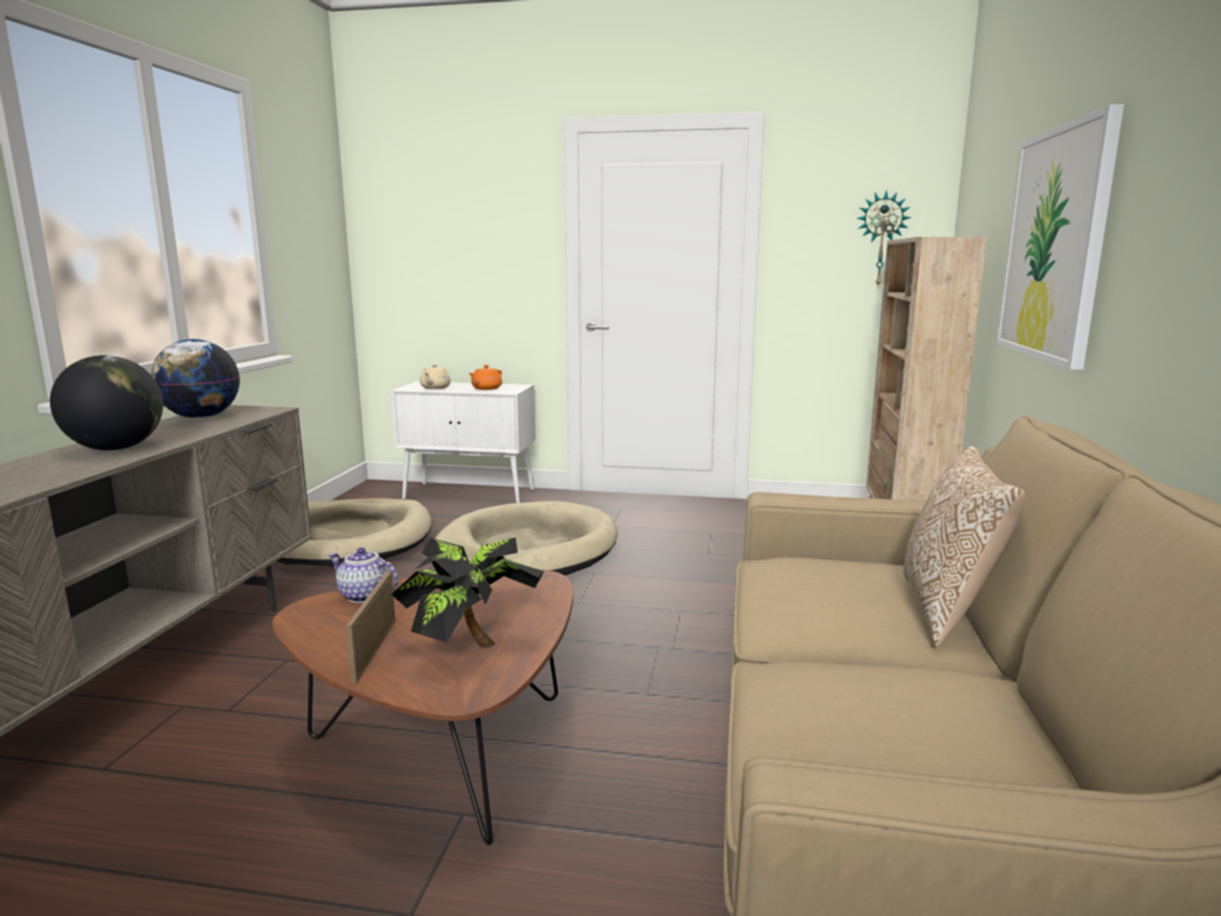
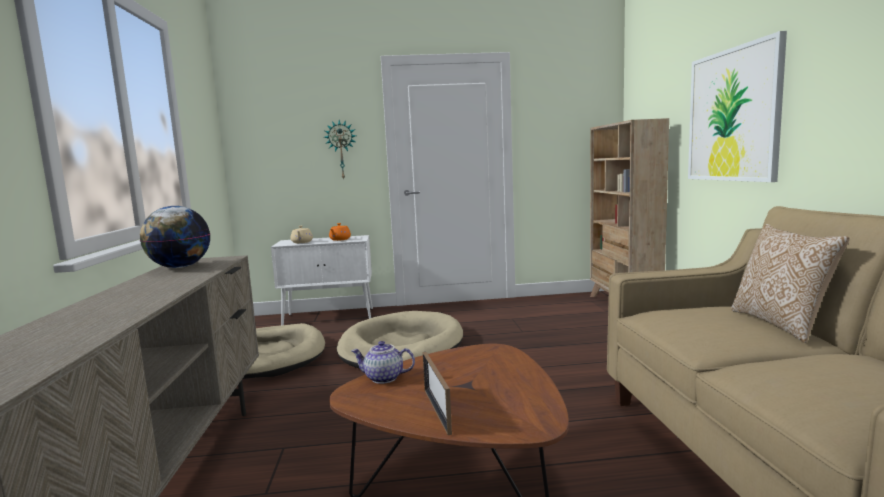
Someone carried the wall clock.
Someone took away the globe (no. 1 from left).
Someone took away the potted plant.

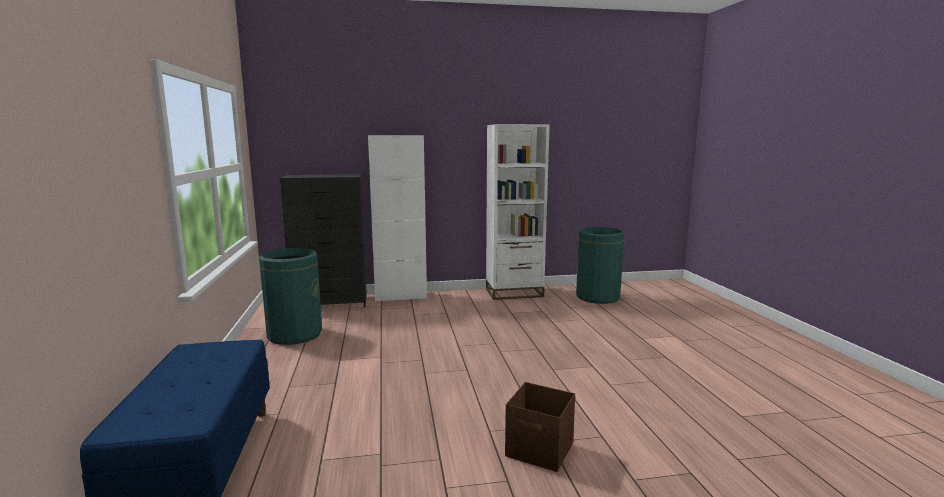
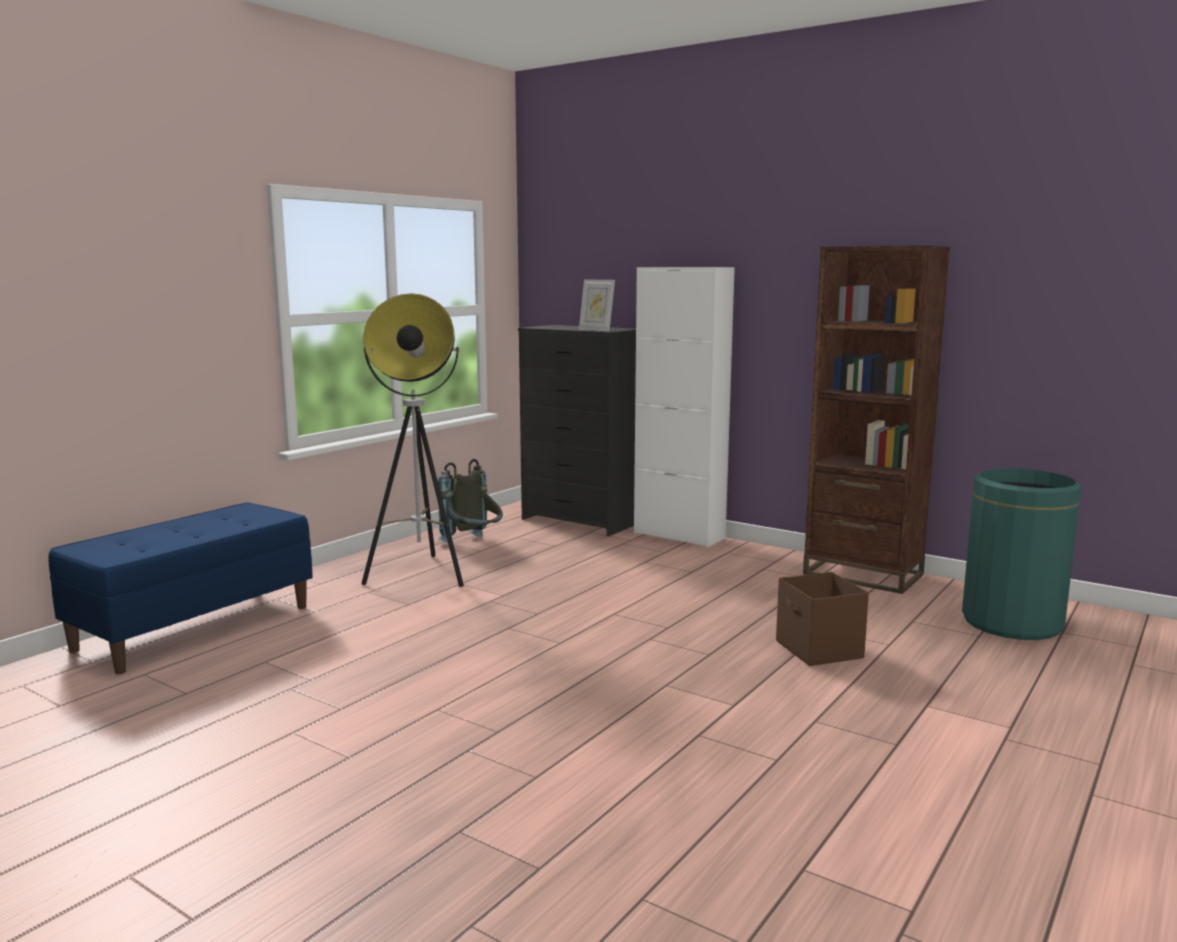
Someone repainted the bookcase in white, which became the bookcase in brown.
Someone swapped the trash can in green (no. 1 from left) for the backpack in grey.
Someone carried the storage box in brown.
Someone put down the picture frame.
Someone put down the floor lamp.

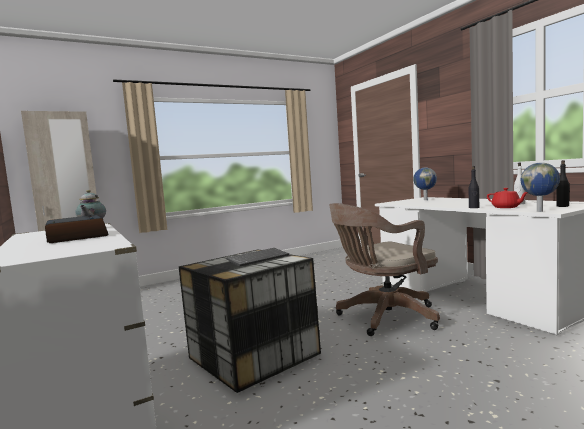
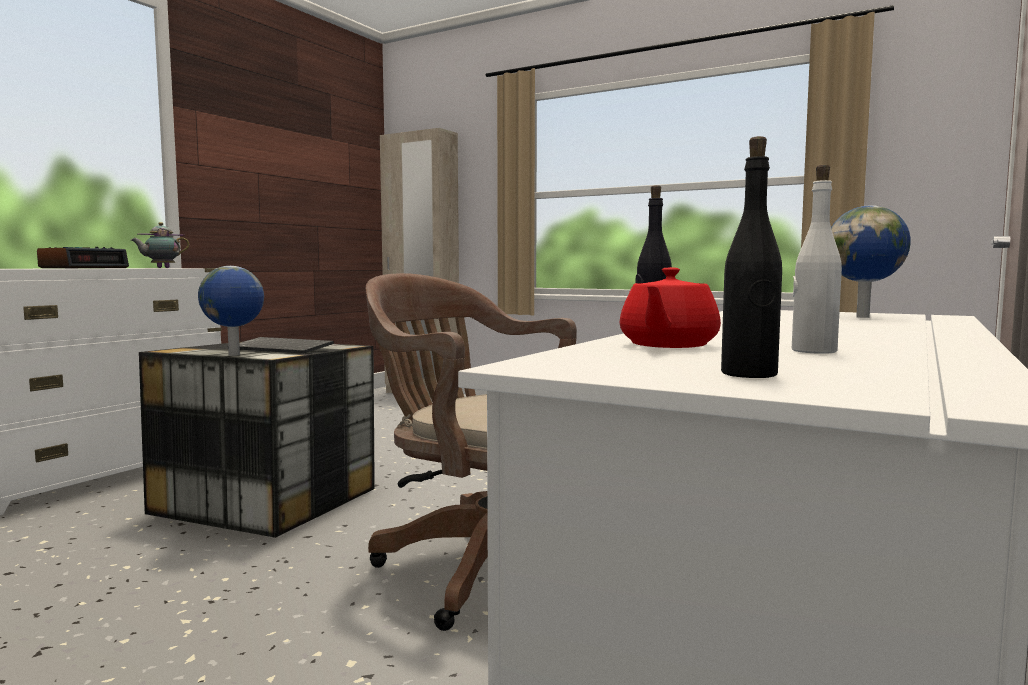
Someone carried the globe (no. 2 from left in the first image).

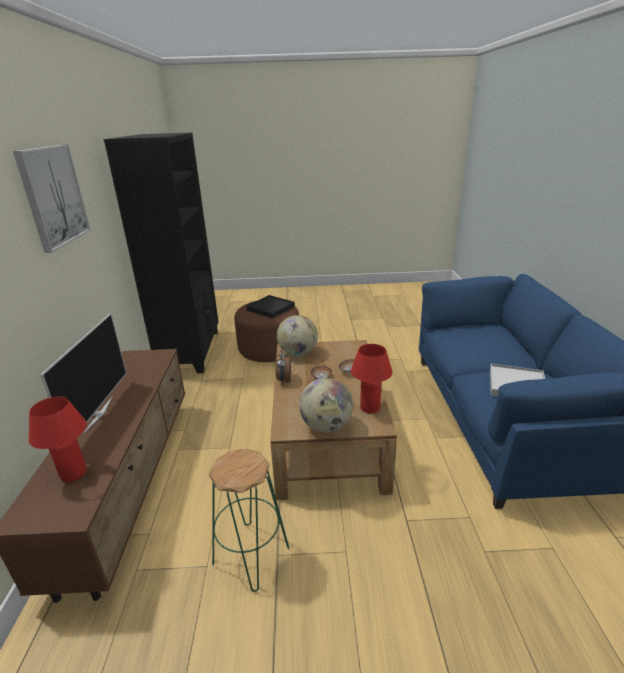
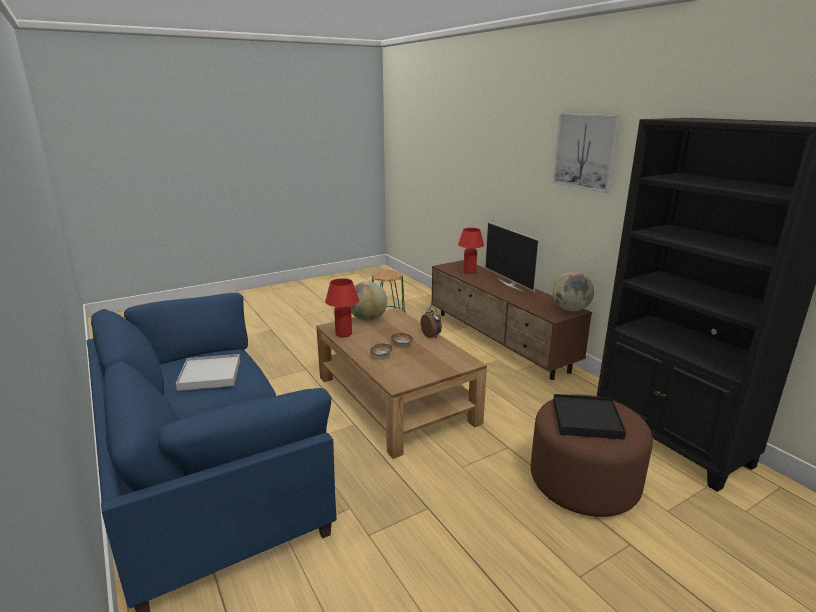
Someone carried the globe (no. 1 from left in the first image).

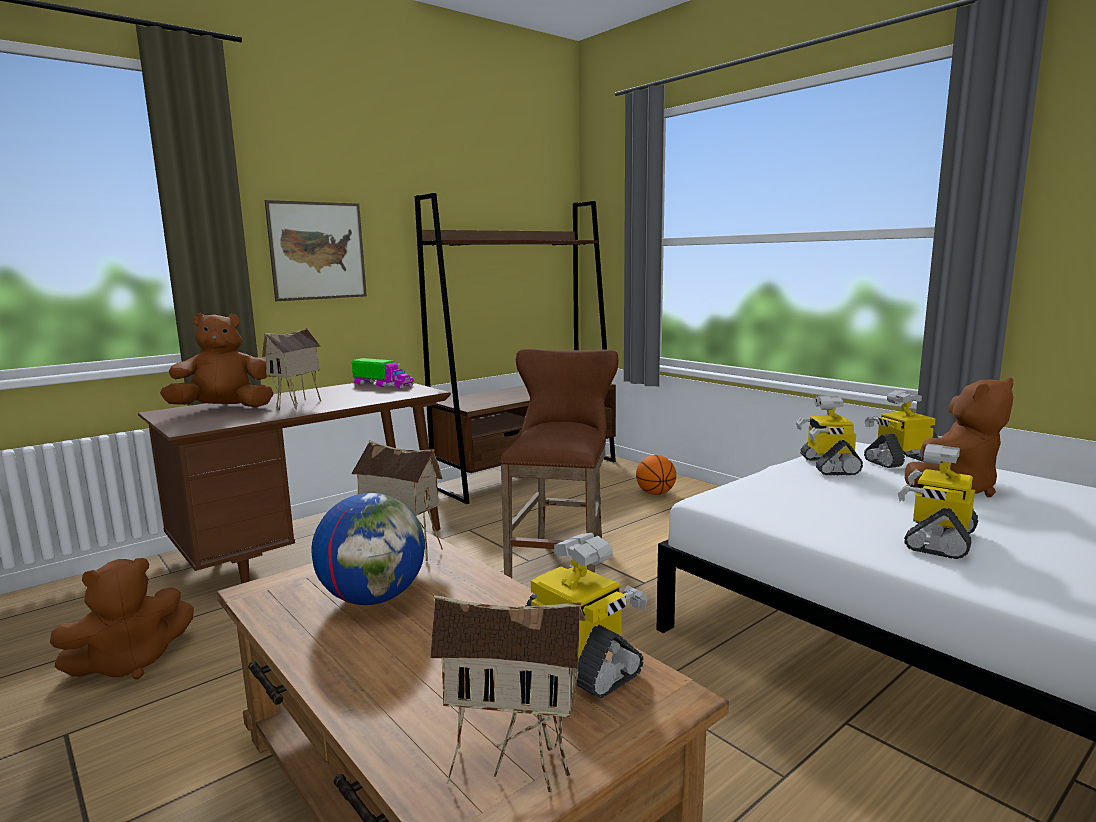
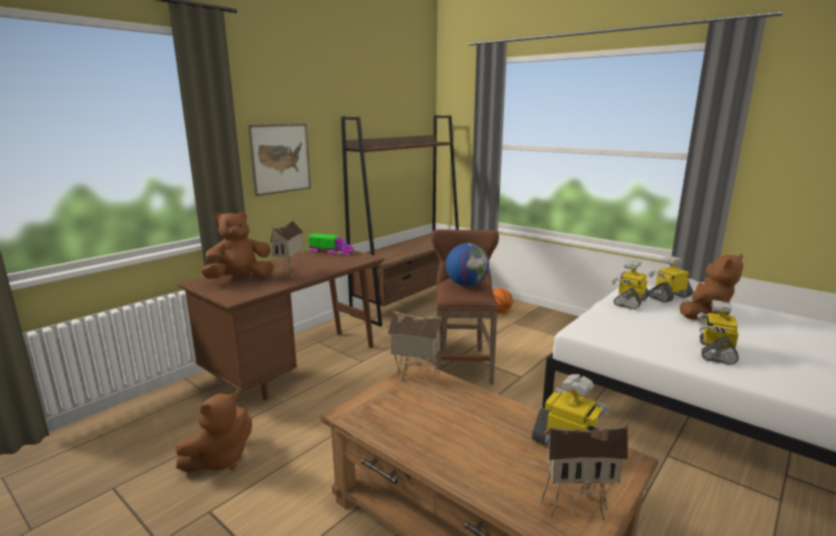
Someone rotated the toy robot (no. 2 from left) by 45 degrees clockwise.
Someone carried the globe.

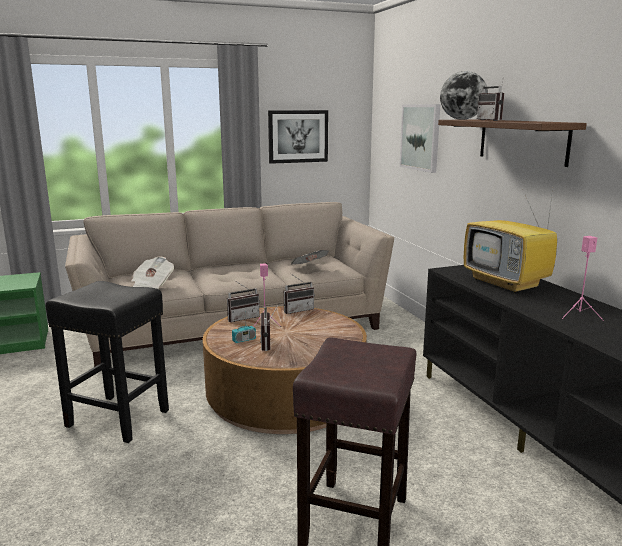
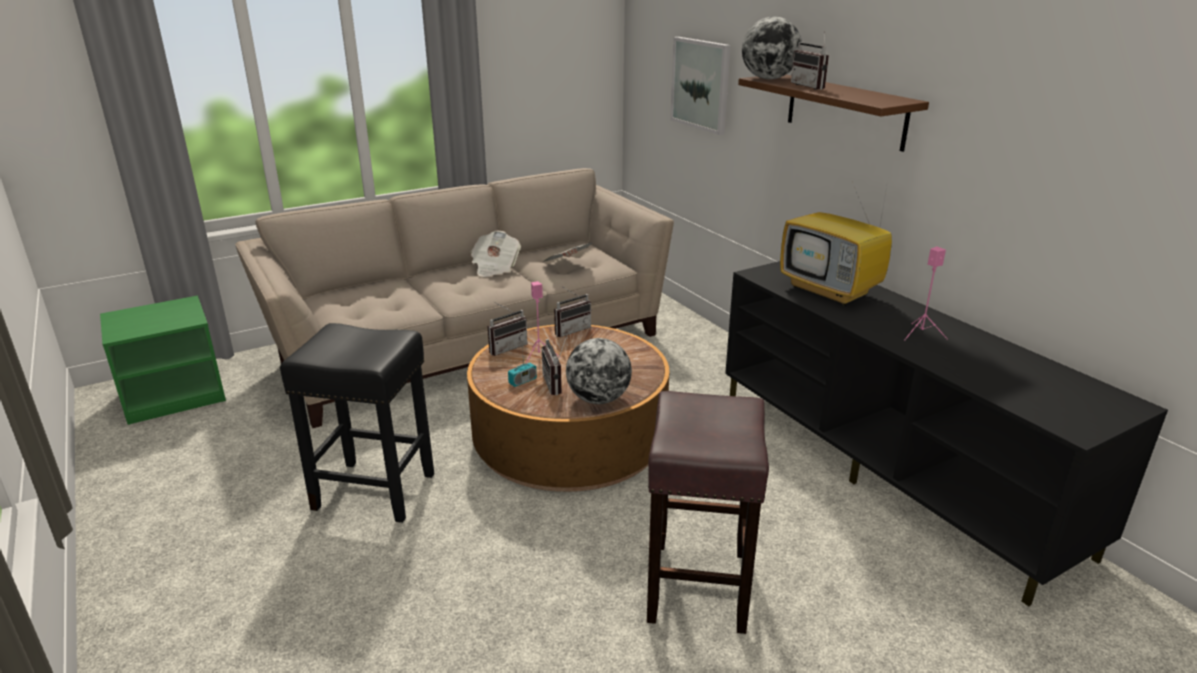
Someone took away the picture (no. 1 from left).
Someone carried the newspaper (no. 1 from left).
Someone put down the globe (no. 1 from left).

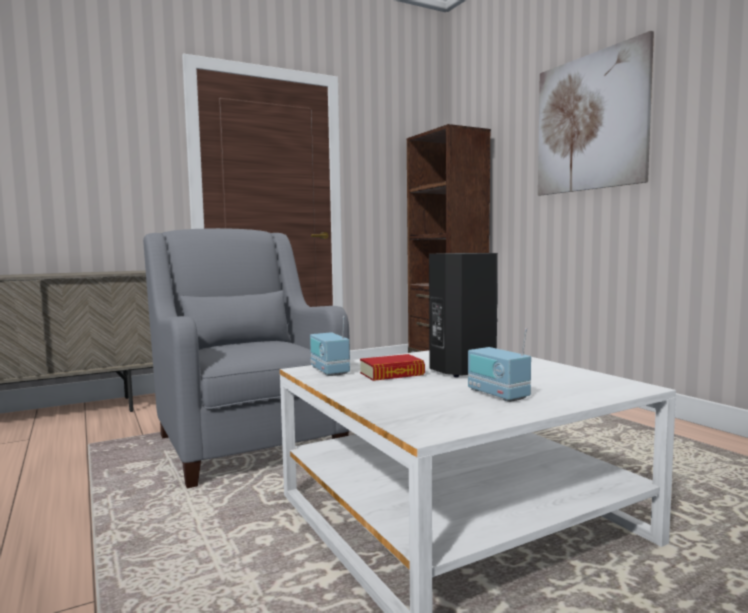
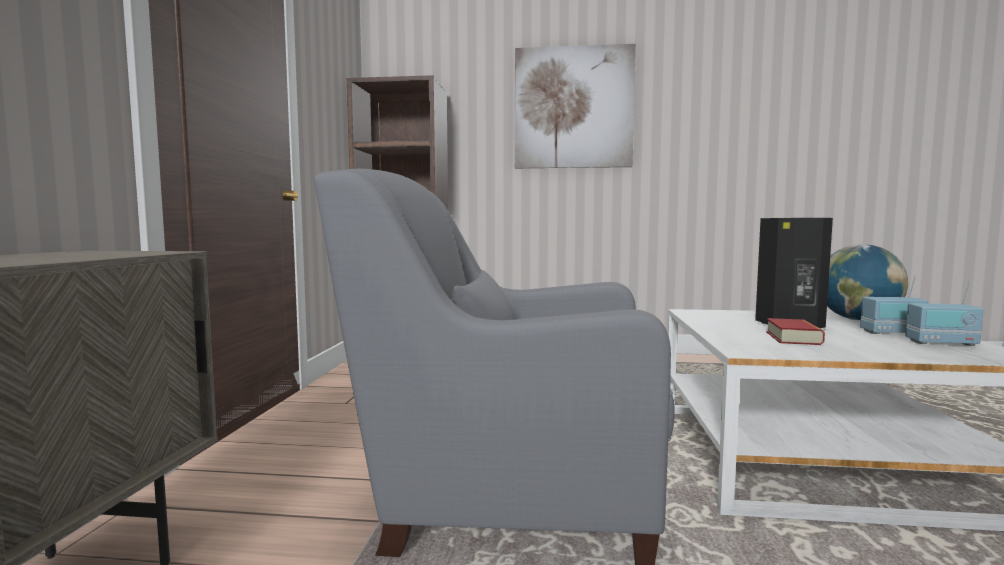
Someone carried the radio (no. 1 from left in the first image).
Someone put down the globe.

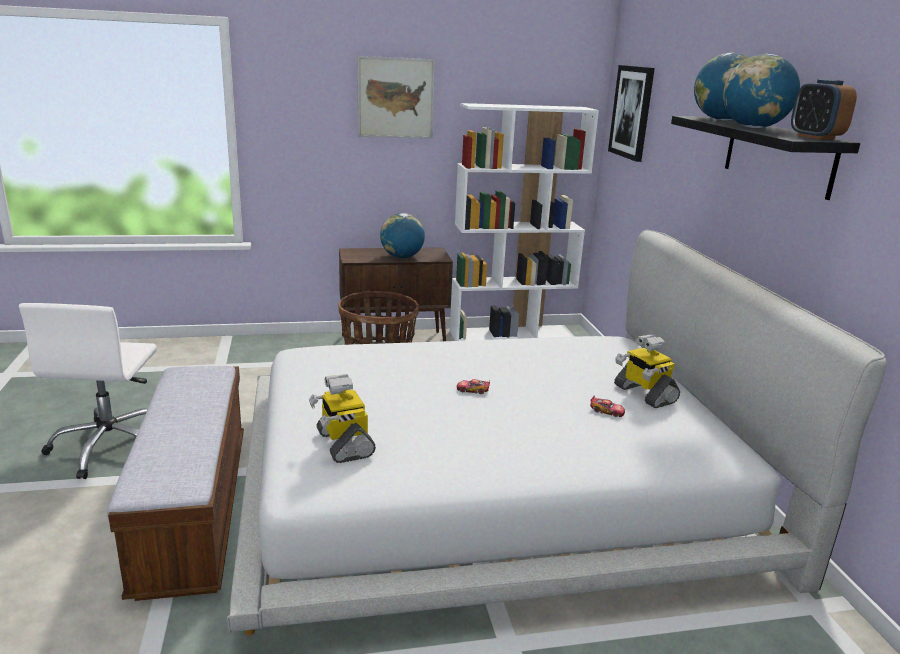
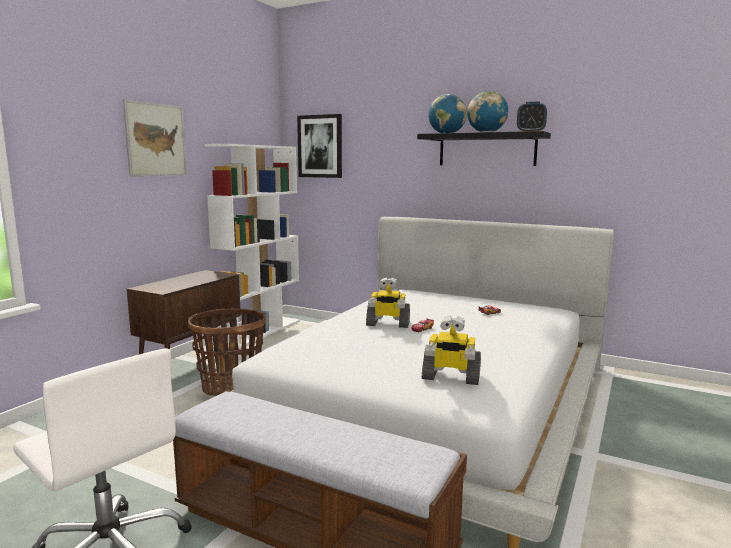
Someone took away the globe (no. 1 from left).
Someone carried the toy robot (no. 2 from left in the first image).

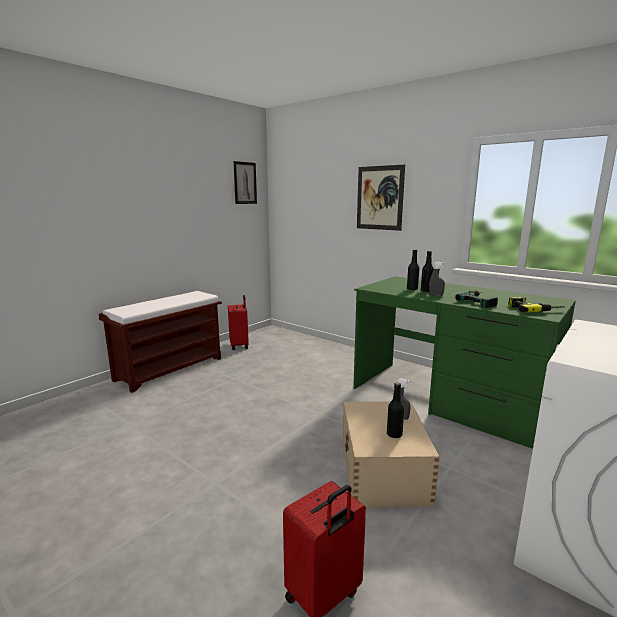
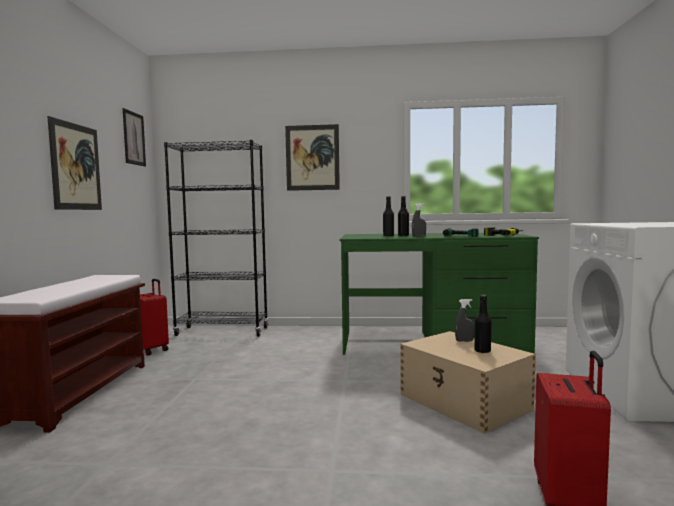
Someone put up the picture (no. 1 from left).
Someone put down the bookcase in black.

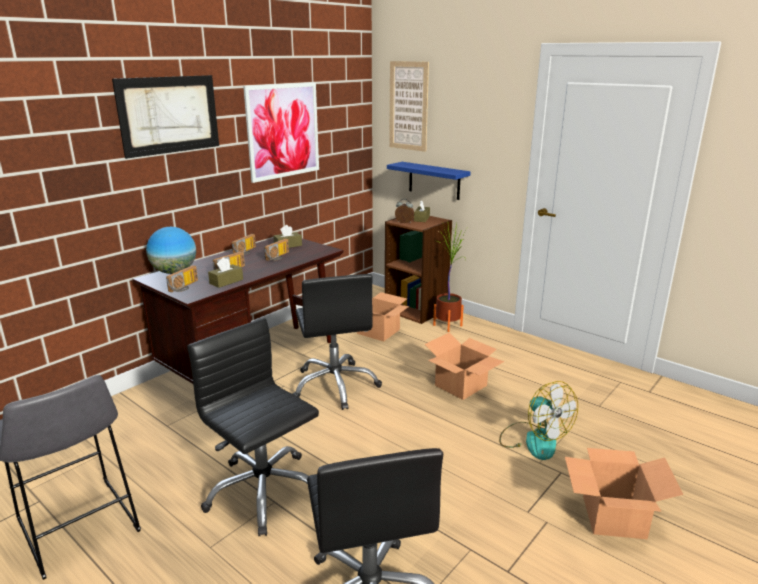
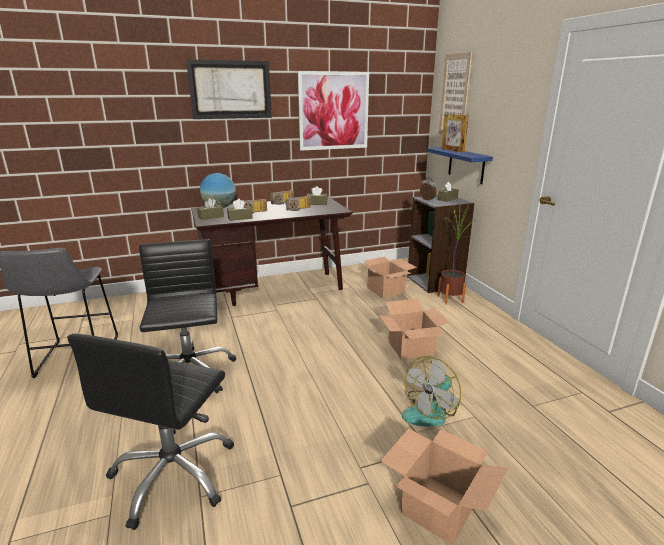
Someone repainted the bookcase in brown, which became the bookcase in grey.
Someone swapped the radio (no. 1 from left) for the tissue box in brown (no. 1 from left).
Someone took away the office chair in black (no. 2 from left).
Someone rotated the fan by 45 degrees clockwise.
Someone put down the picture frame.

